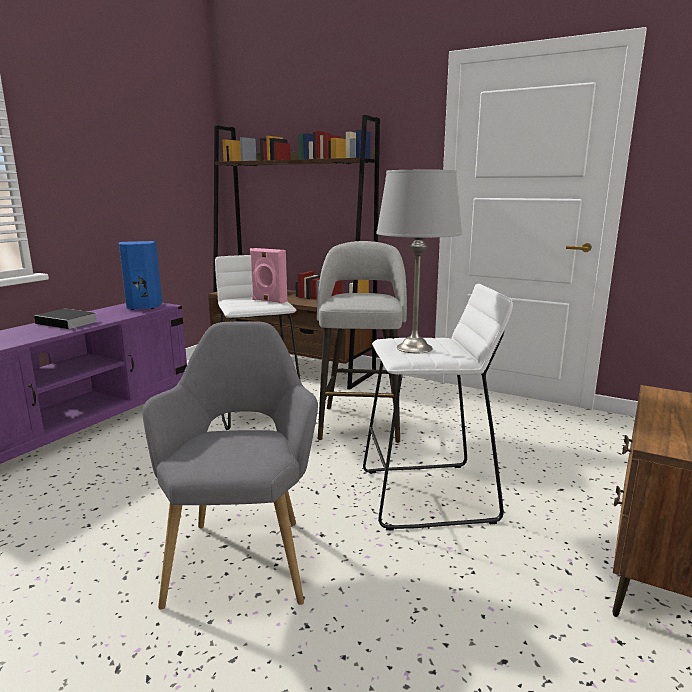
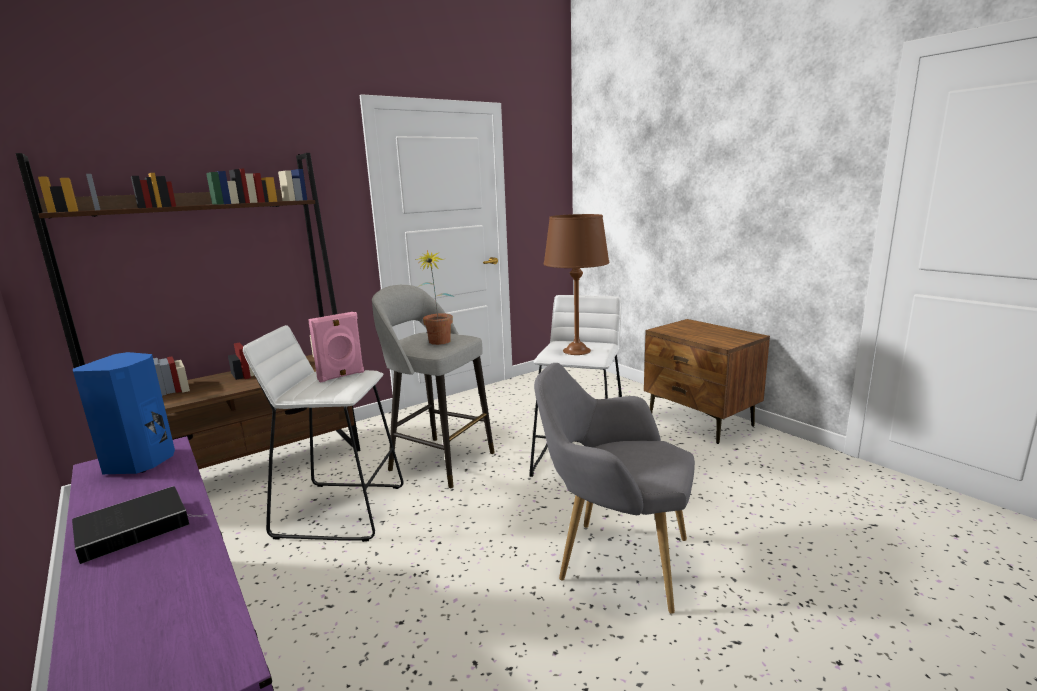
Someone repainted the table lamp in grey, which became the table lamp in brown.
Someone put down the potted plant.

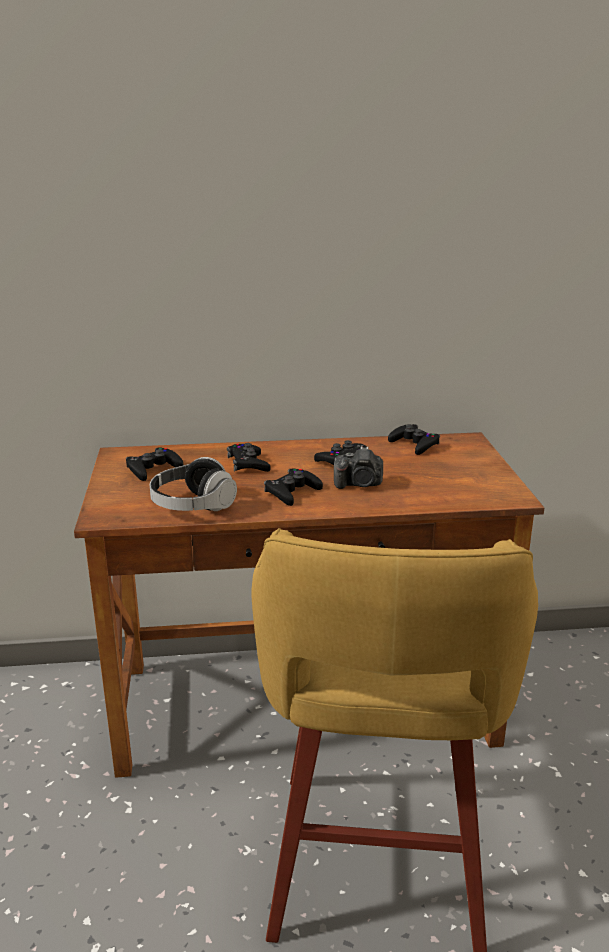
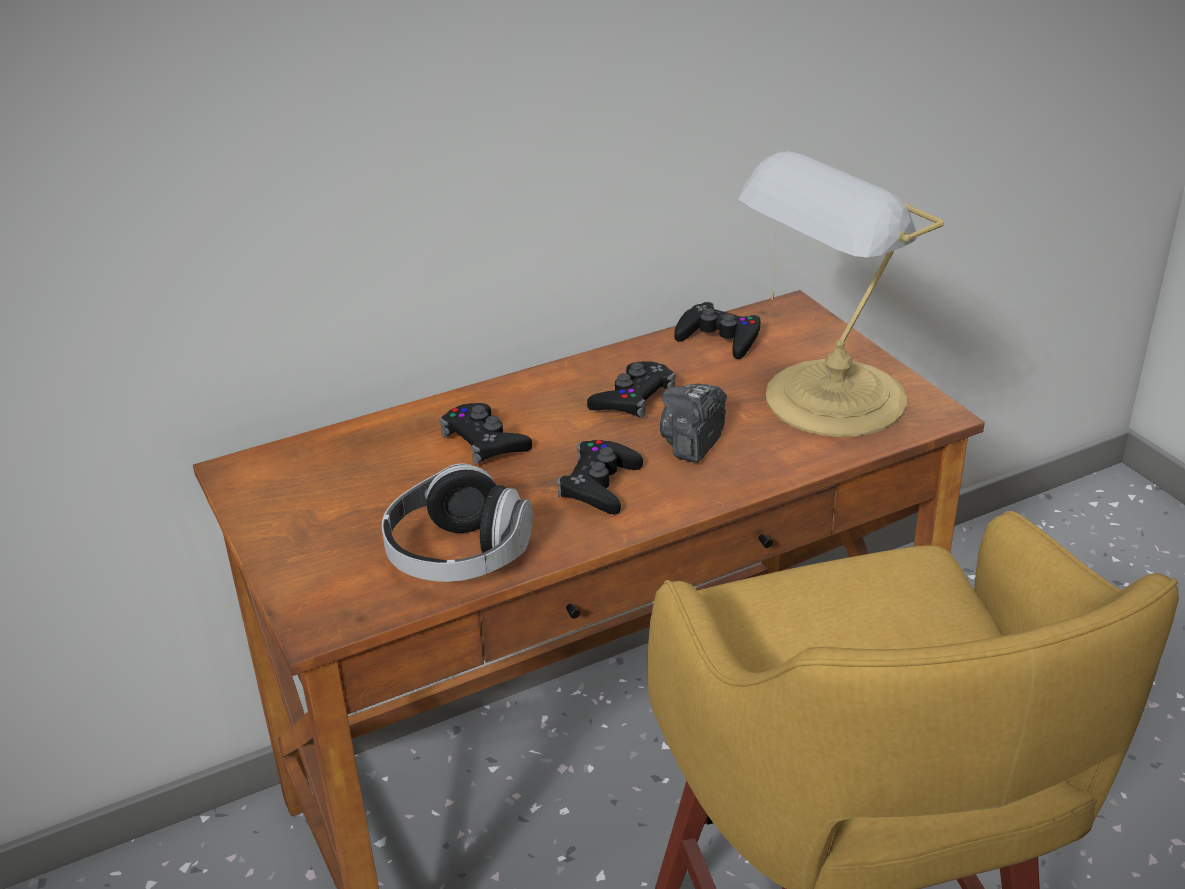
Someone took away the game controller in black (no. 1 from left).
Someone rotated the photo camera by 135 degrees clockwise.
Someone put down the table lamp.

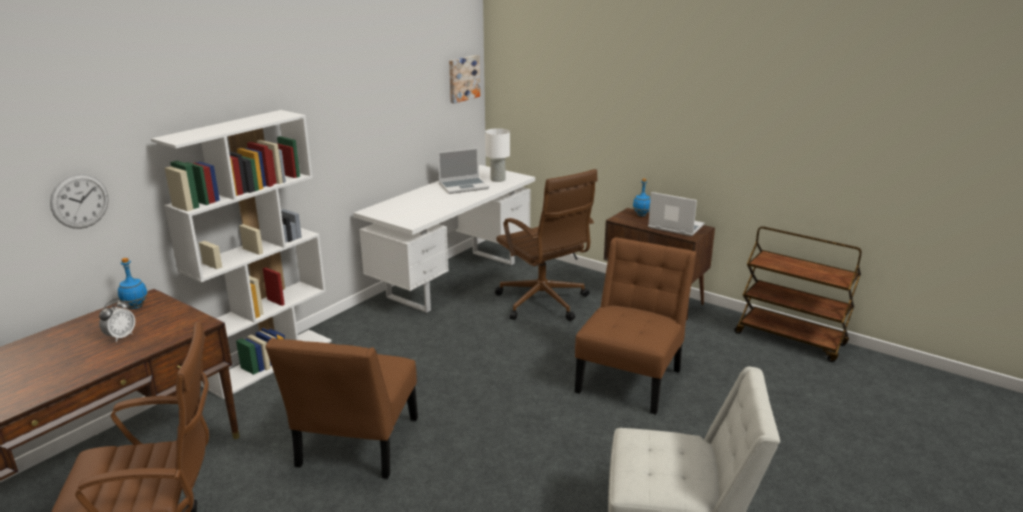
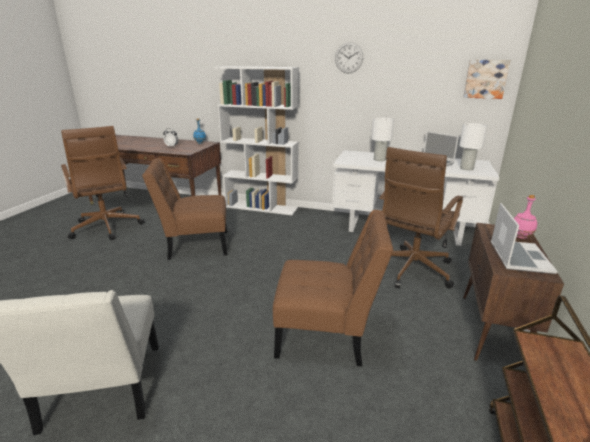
Someone carried the wall clock.
Someone repainted the bottle in blue (no. 2 from left), which became the bottle in pink.
Someone put down the table lamp in white (no. 1 from left).

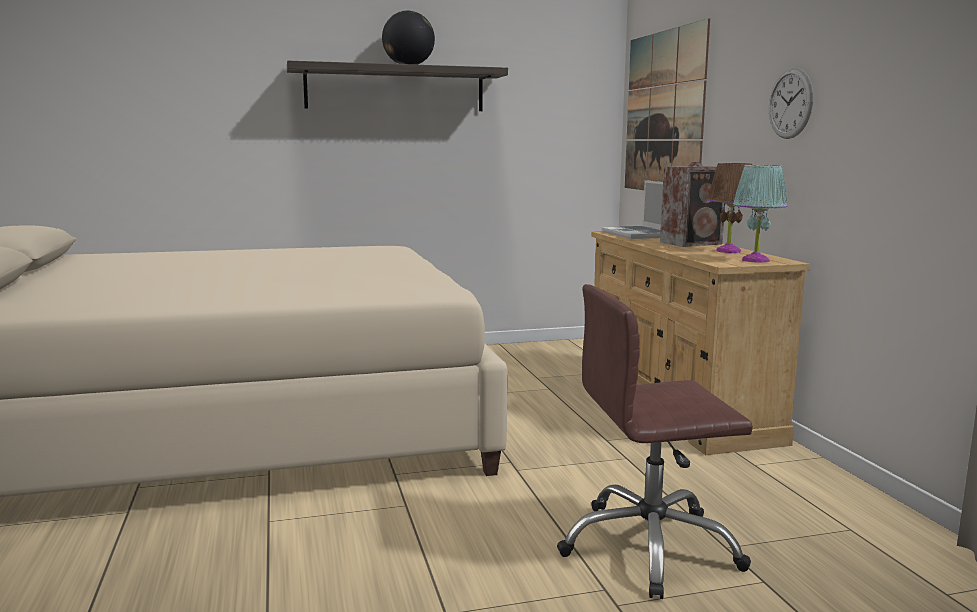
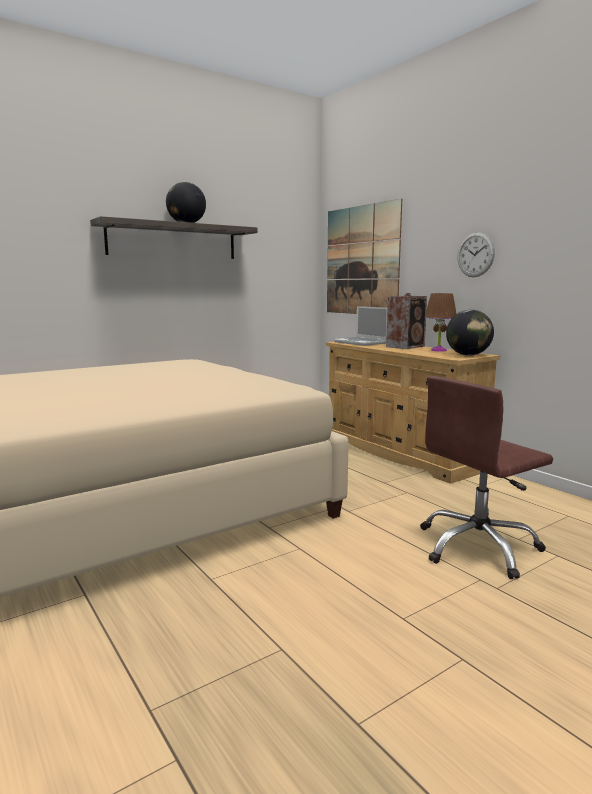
Someone swapped the table lamp in turquoise for the globe (no. 2 from left).

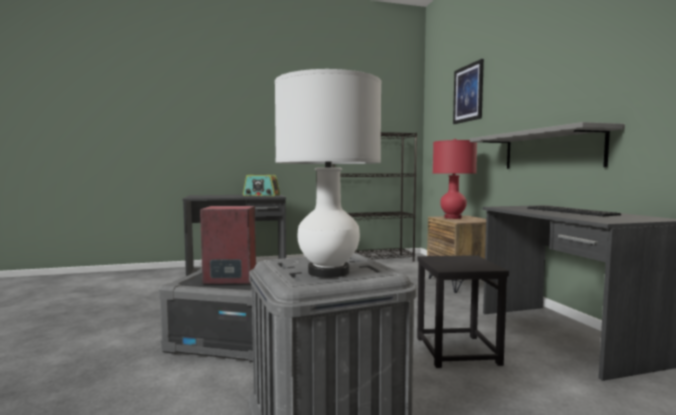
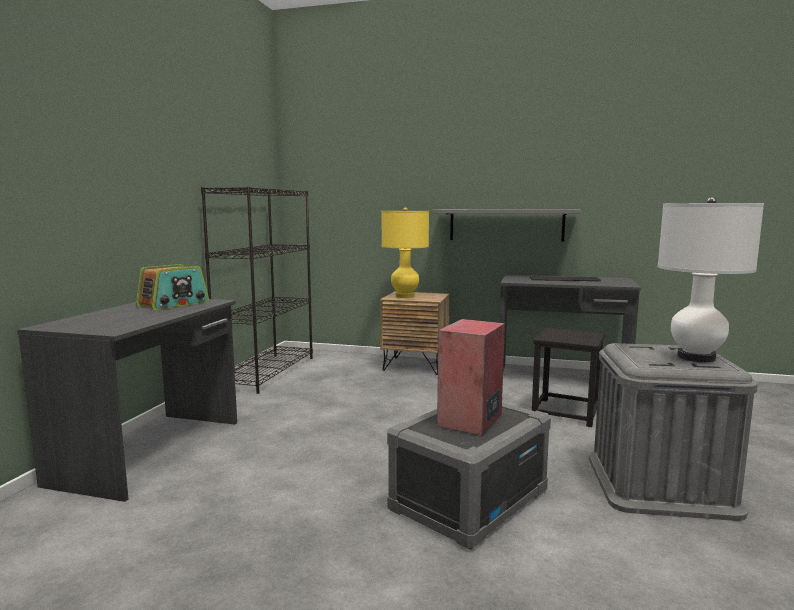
Someone took away the picture.
Someone repainted the table lamp in red, which became the table lamp in yellow.

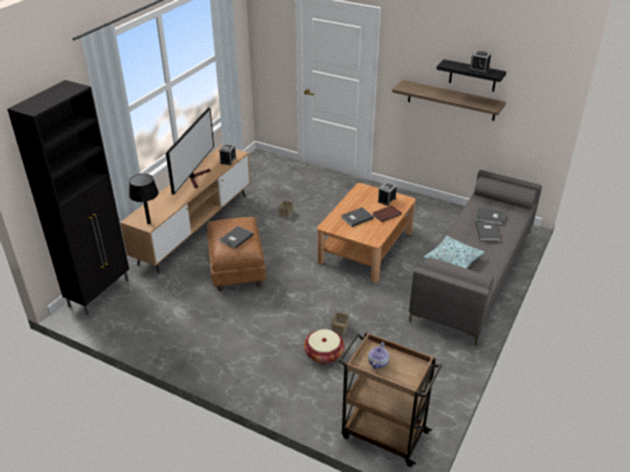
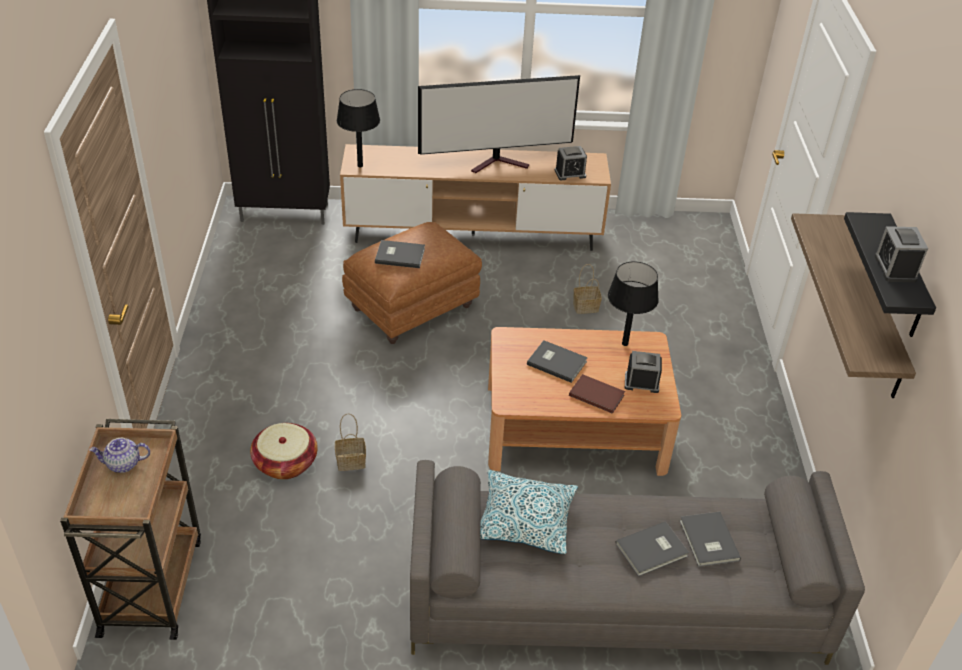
Someone put down the table lamp in black (no. 2 from left).

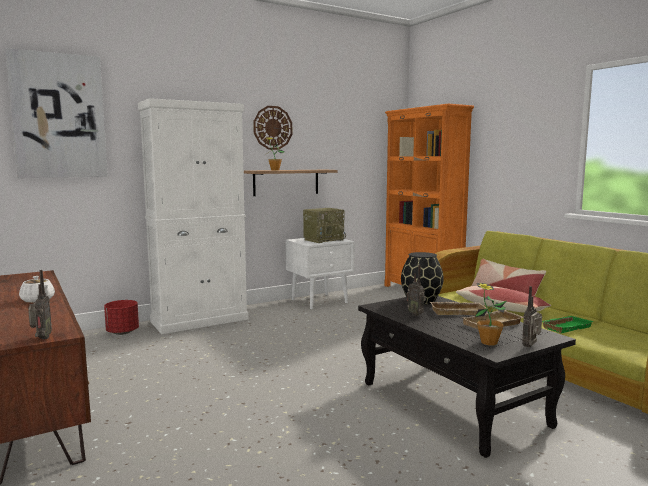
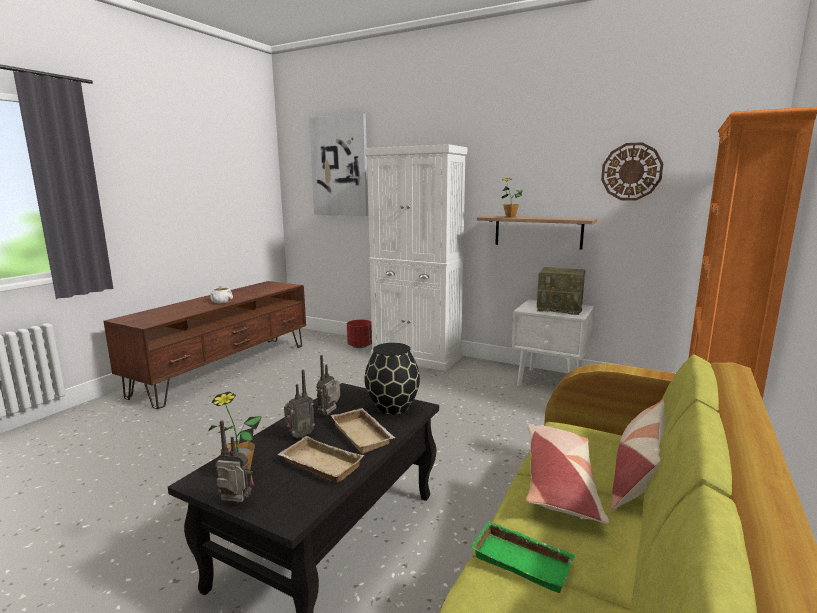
Someone carried the wall clock.
Someone carried the radio (no. 1 from left in the first image).

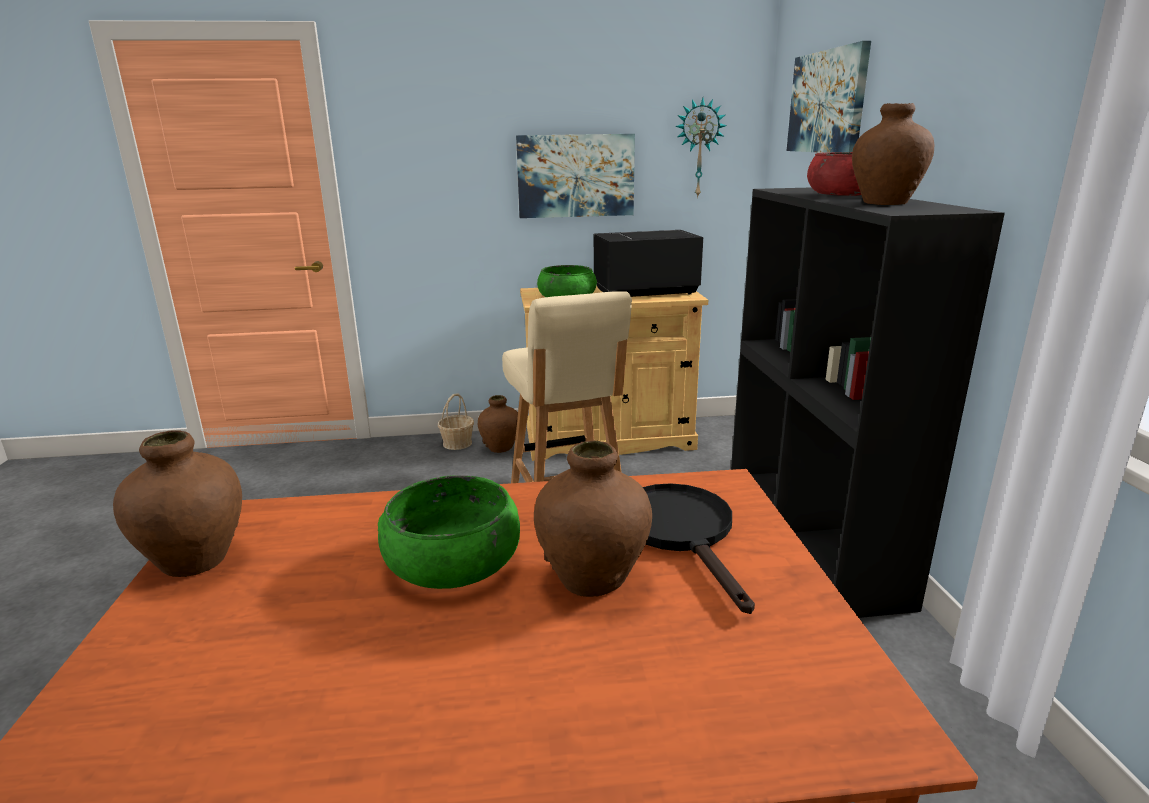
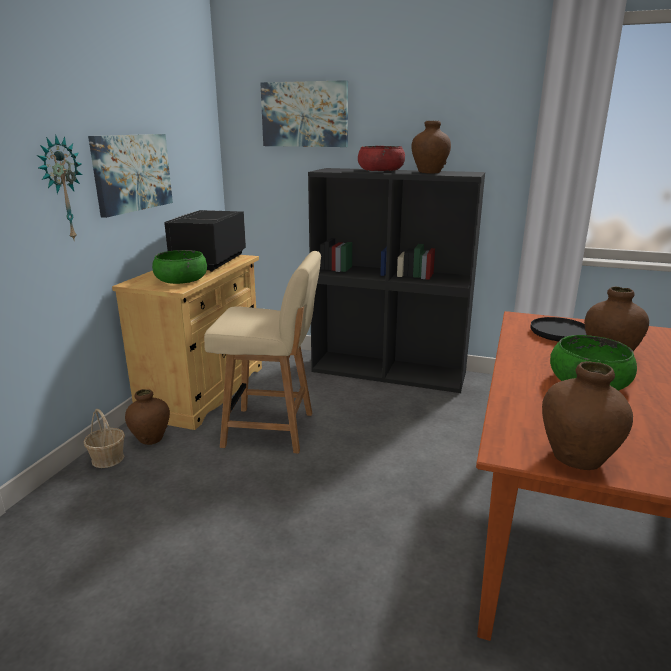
Someone carried the wall clock.

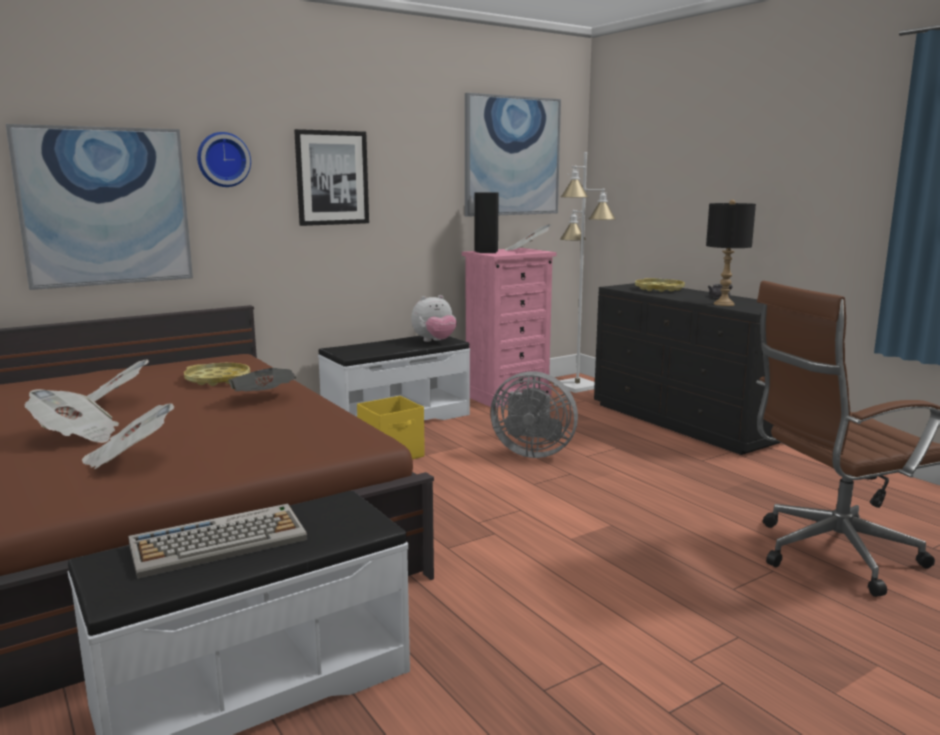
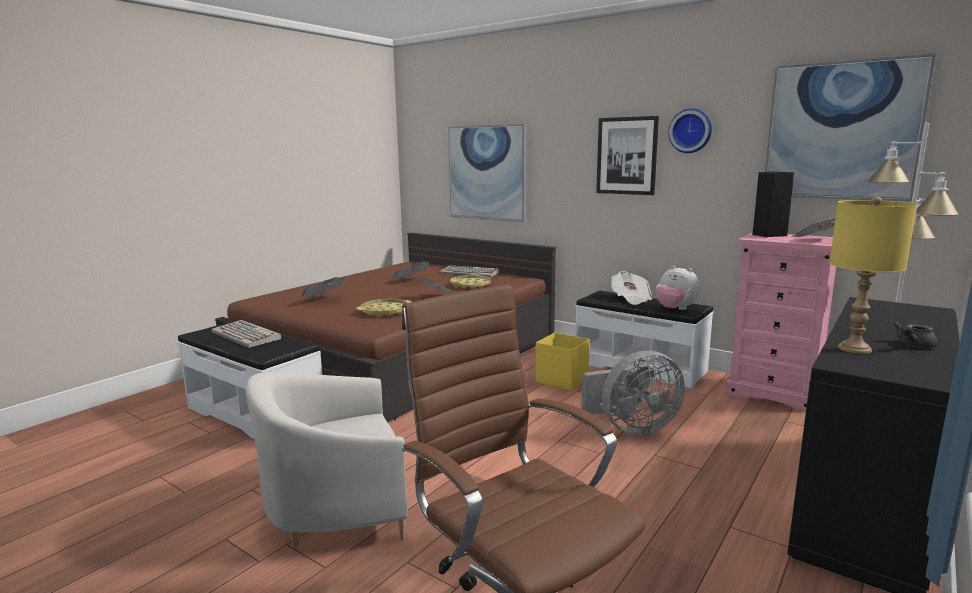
Someone carried the wall clock.
Someone repainted the table lamp in black, which became the table lamp in yellow.
Someone carried the tray in yellow (no. 2 from left in the first image).
Someone rotated the fan in grey by 105 degrees counterclockwise.
Someone carried the newspaper (no. 1 from left in the first image).
Someone put down the keyboard (no. 2 from left).
Someone put down the armchair in white.

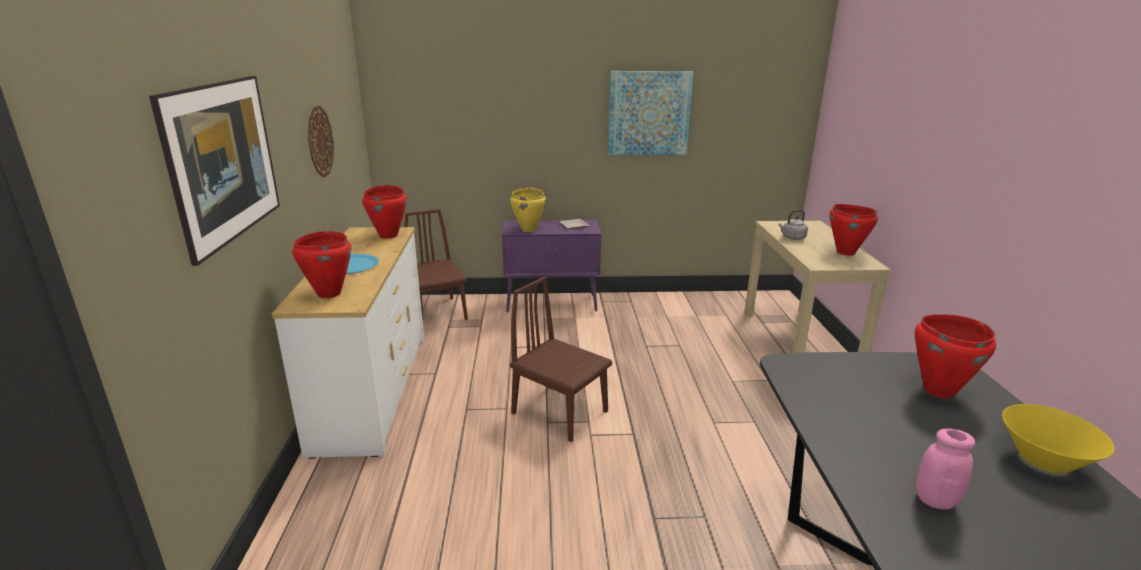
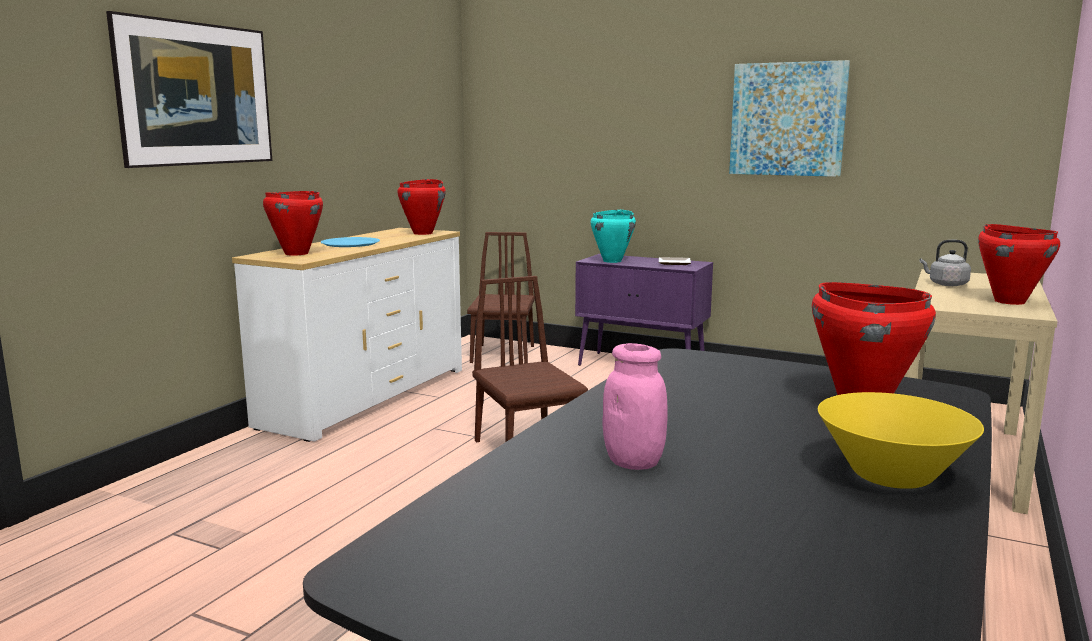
Someone took away the wall clock.
Someone repainted the cooking pot in yellow, which became the cooking pot in turquoise.

